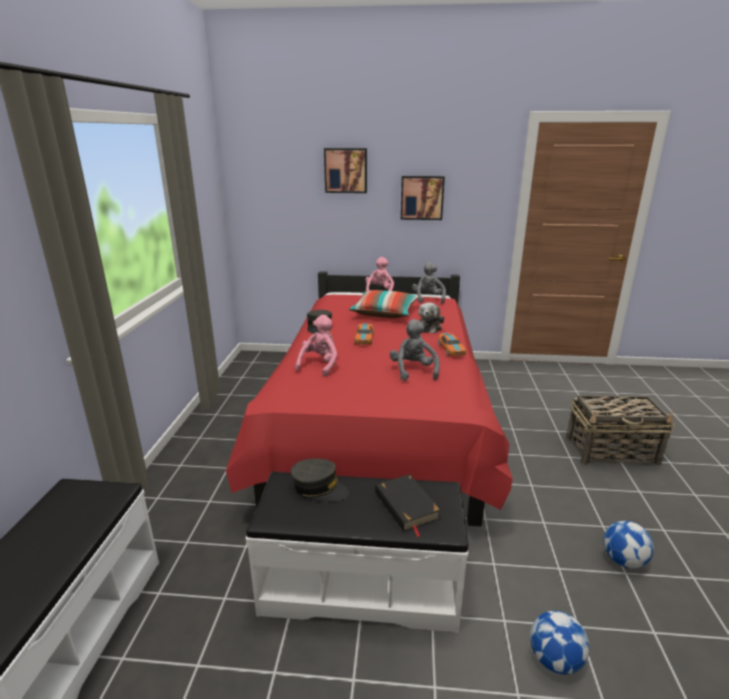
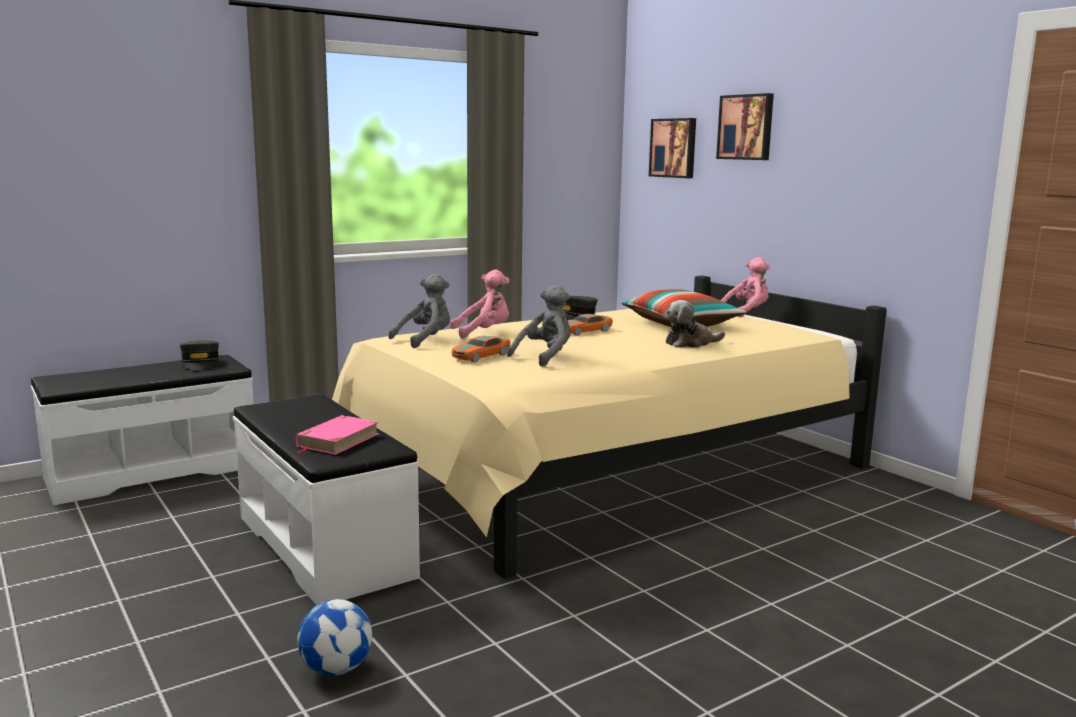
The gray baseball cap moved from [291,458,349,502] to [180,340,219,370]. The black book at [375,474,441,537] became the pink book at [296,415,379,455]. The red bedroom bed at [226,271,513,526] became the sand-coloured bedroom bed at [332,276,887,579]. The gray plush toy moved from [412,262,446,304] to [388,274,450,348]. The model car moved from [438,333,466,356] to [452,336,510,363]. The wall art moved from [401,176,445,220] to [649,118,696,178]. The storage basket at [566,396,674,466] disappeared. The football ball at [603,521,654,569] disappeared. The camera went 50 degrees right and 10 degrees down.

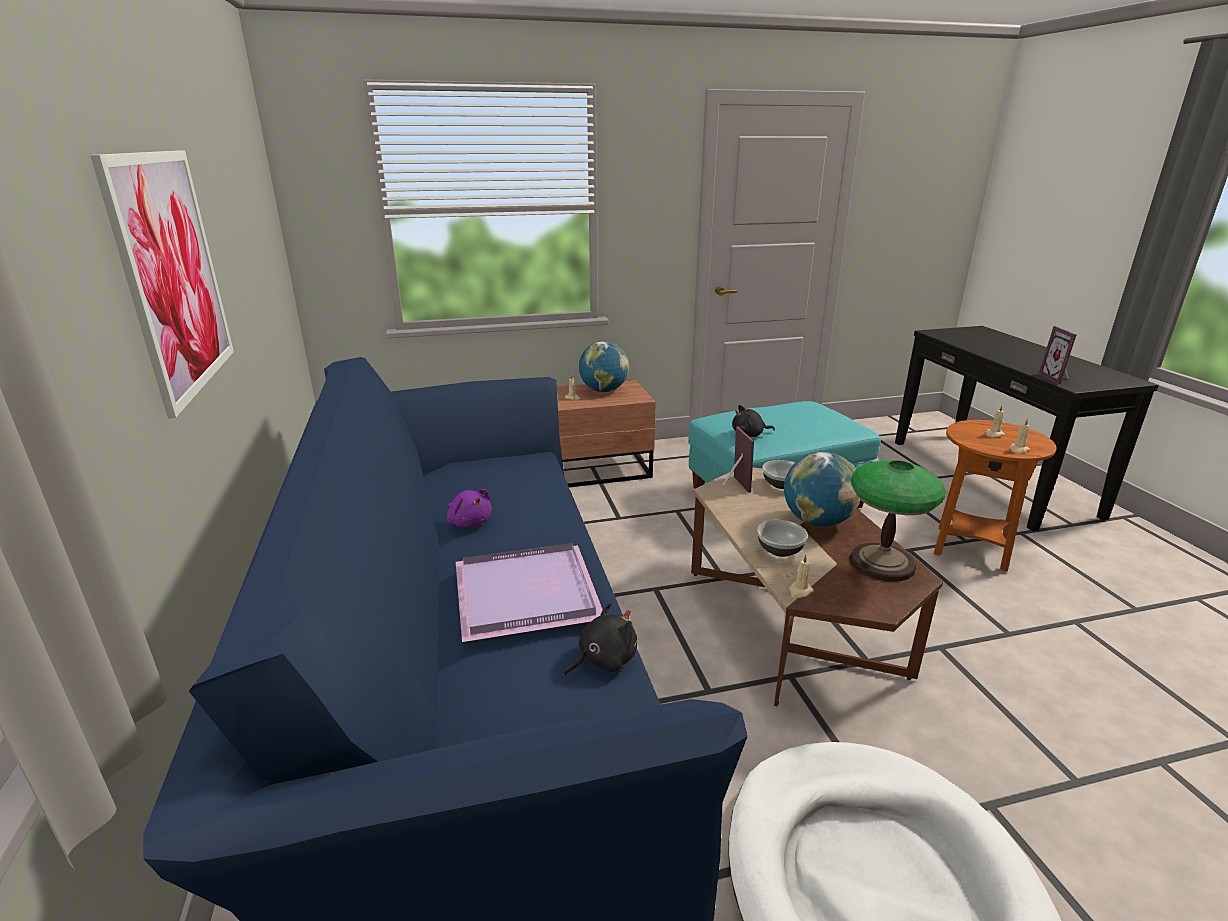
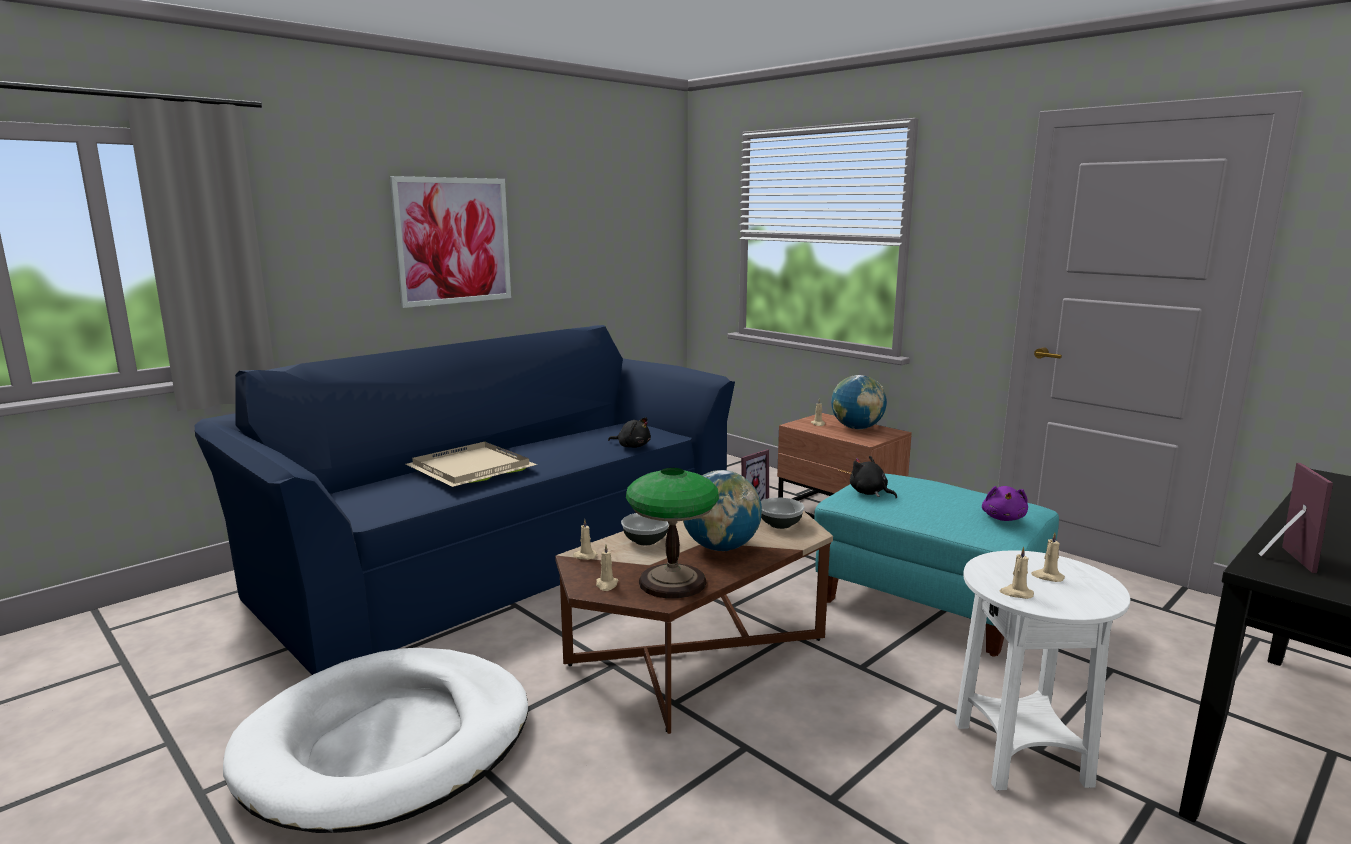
The purplish serving tray at [456,543,603,642] became the sand-coloured serving tray at [406,442,537,487]. The sand-coloured candle at [596,545,618,591] appeared. The black plush toy moved from [563,602,637,677] to [608,417,651,448]. The brown accent table at [934,420,1057,572] became the whitish accent table at [955,551,1130,790]. The purplish plush toy moved from [447,489,492,528] to [982,486,1028,521]. The standing frame at [1039,326,1077,384] turned 135 degrees clockwise. The camera went 60 degrees right and 10 degrees down.

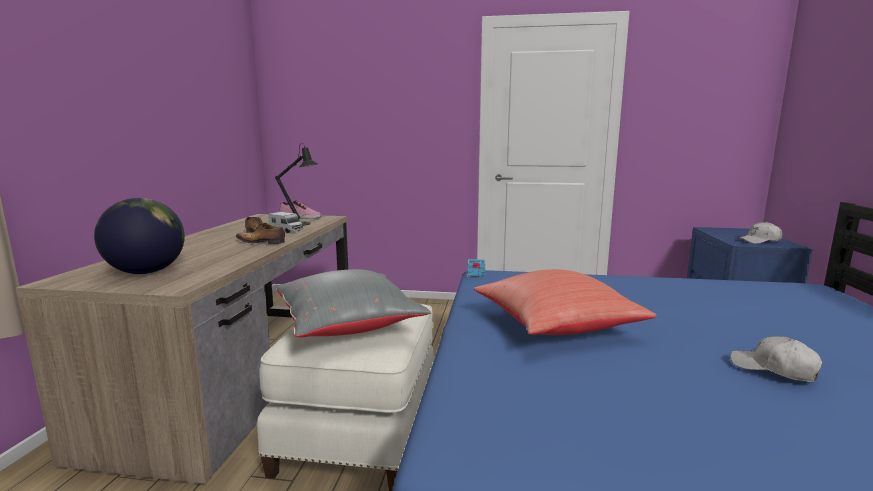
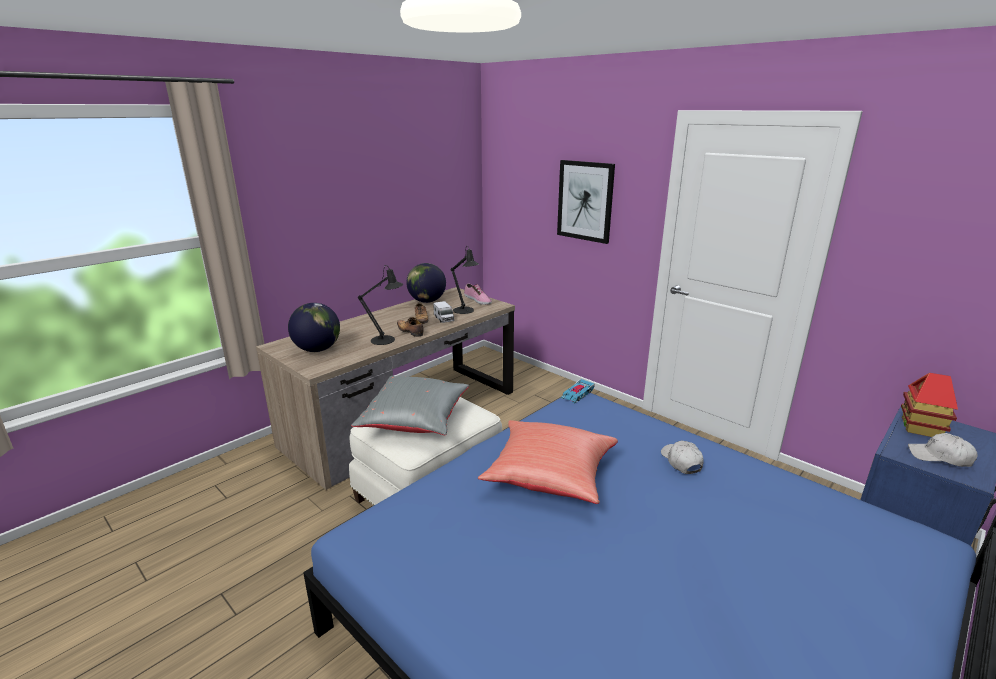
The black tabletop lamp at [358,265,403,345] appeared. The world globe at [406,263,446,303] appeared. The wall art at [557,160,615,244] appeared. The whitish baseball cap moved from [731,336,822,382] to [661,441,703,474]. The model house at [901,373,958,437] appeared. The camera went 35 degrees right and 10 degrees up.

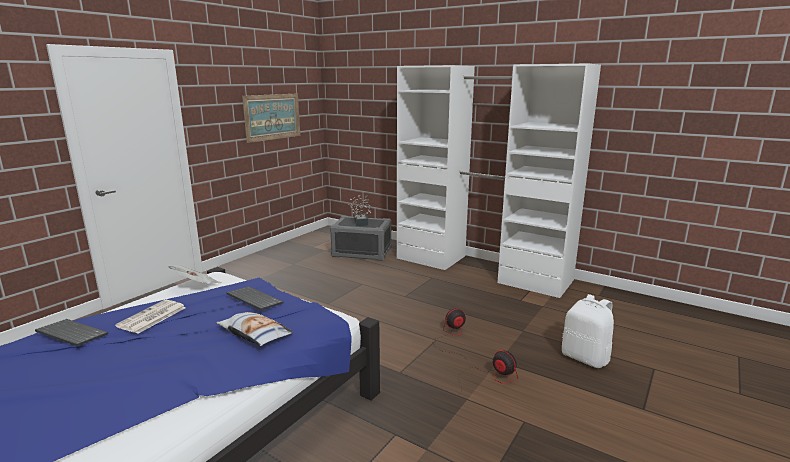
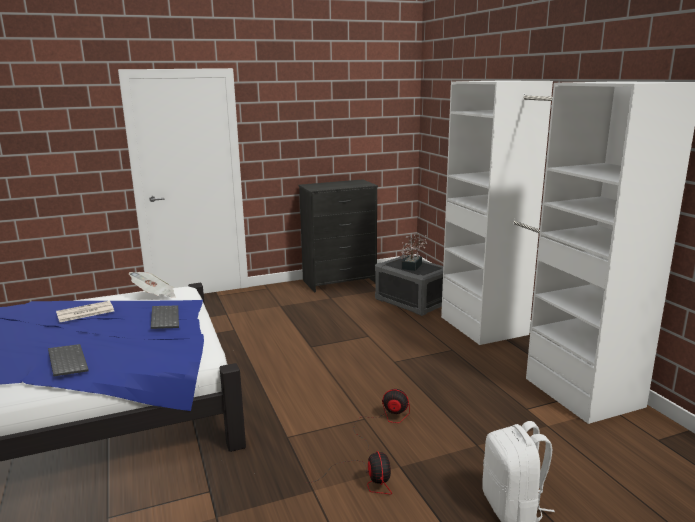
The keyboard moved from [35,319,108,346] to [48,344,89,376]. The black drawer chest at [298,179,378,292] appeared. The throw pillow at [216,312,294,346] disappeared. The wall art at [242,94,300,143] disappeared. The camera went 35 degrees right and 0 degrees up.

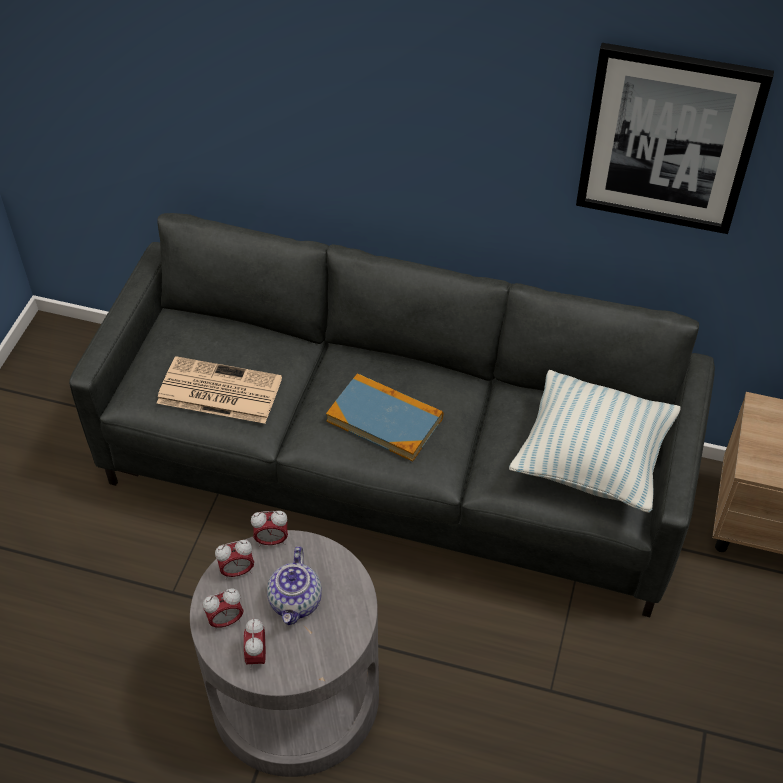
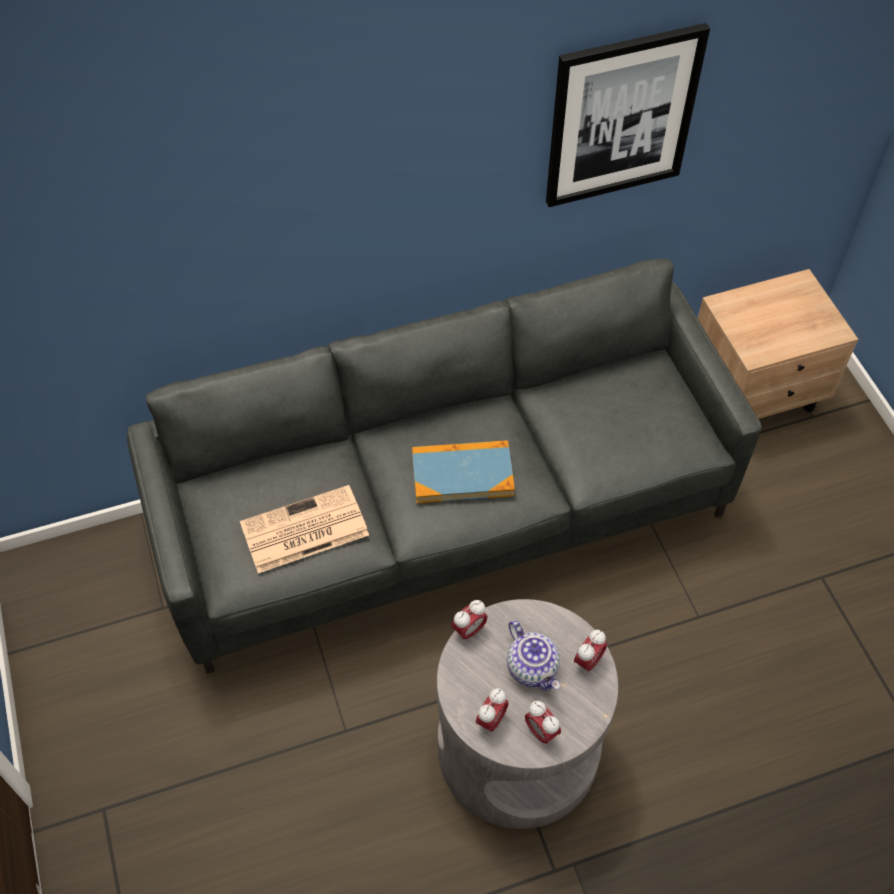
The alarm clock moved from [215,540,254,580] to [574,630,607,674]. The throw pillow at [509,370,681,513] disappeared. The camera went 35 degrees left and 5 degrees up.

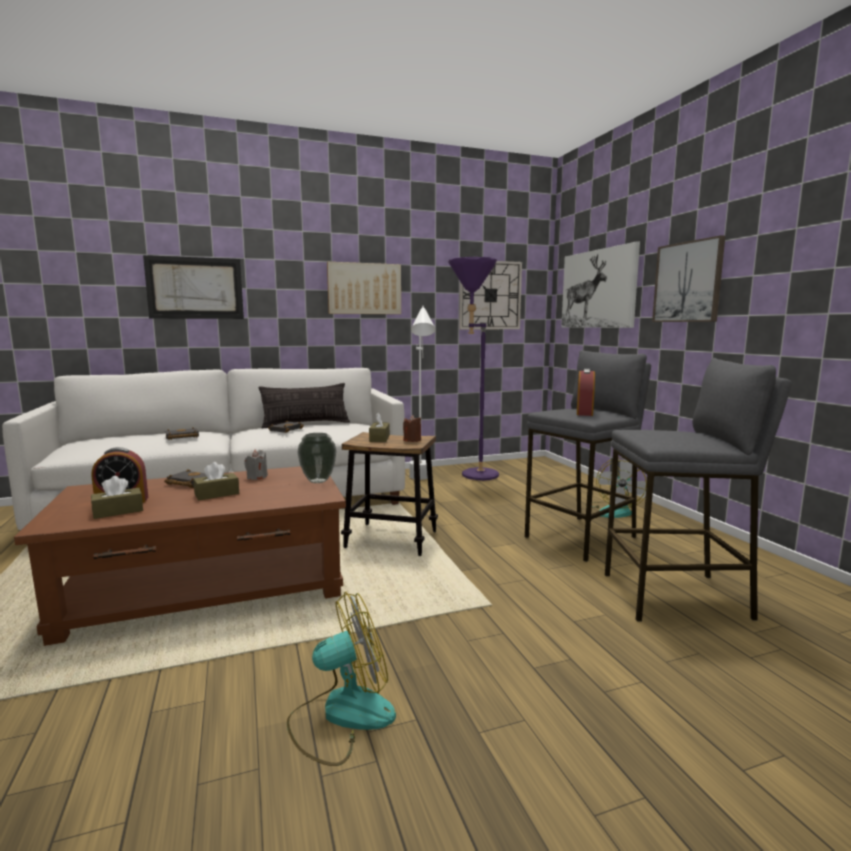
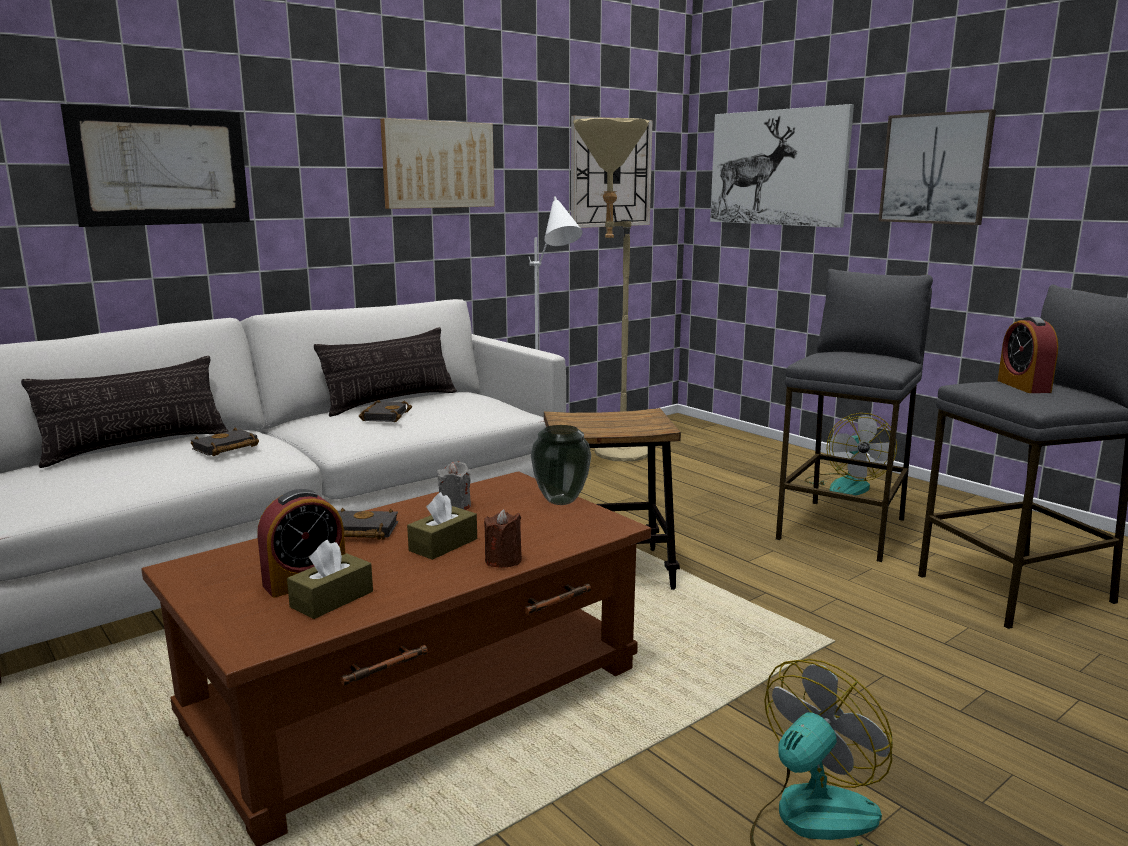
The throw pillow at [21,356,229,468] appeared. The brown candle moved from [403,415,421,442] to [484,509,522,568]. The purplish floor lamp at [448,257,499,481] became the sand-coloured floor lamp at [573,118,649,461]. The alarm clock moved from [577,369,595,416] to [998,317,1058,393]. The brown box of tissues at [369,413,390,442] disappeared. The camera went 20 degrees left and 5 degrees up.

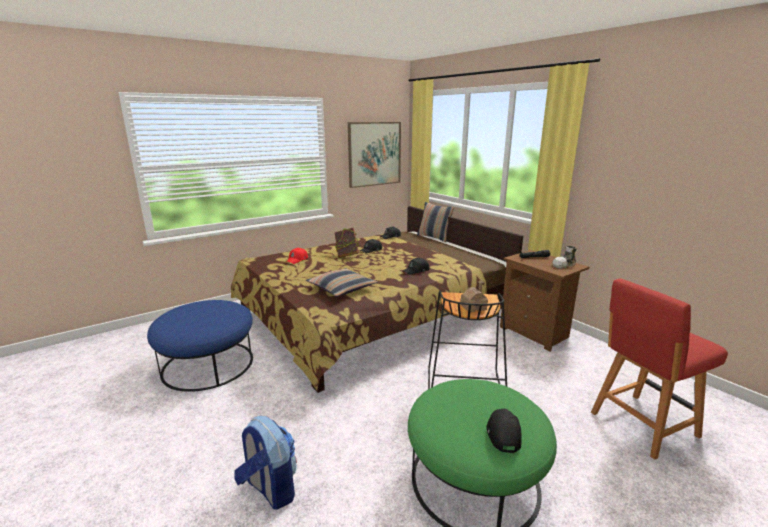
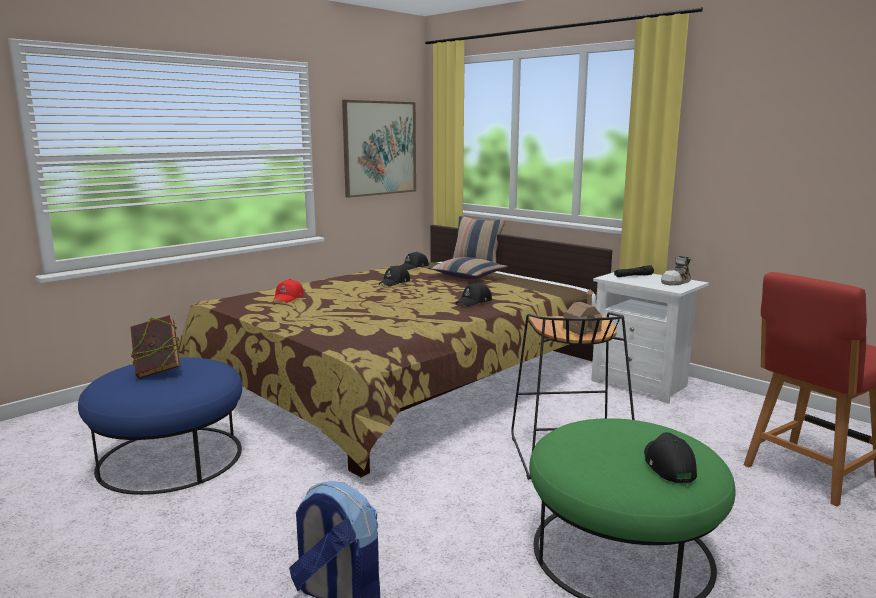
The book moved from [334,228,359,258] to [130,315,180,378]. The throw pillow moved from [306,268,377,297] to [428,257,507,279]. The brown nightstand at [500,250,589,352] became the whitish nightstand at [591,272,709,404]. The camera went 10 degrees left and 5 degrees down.

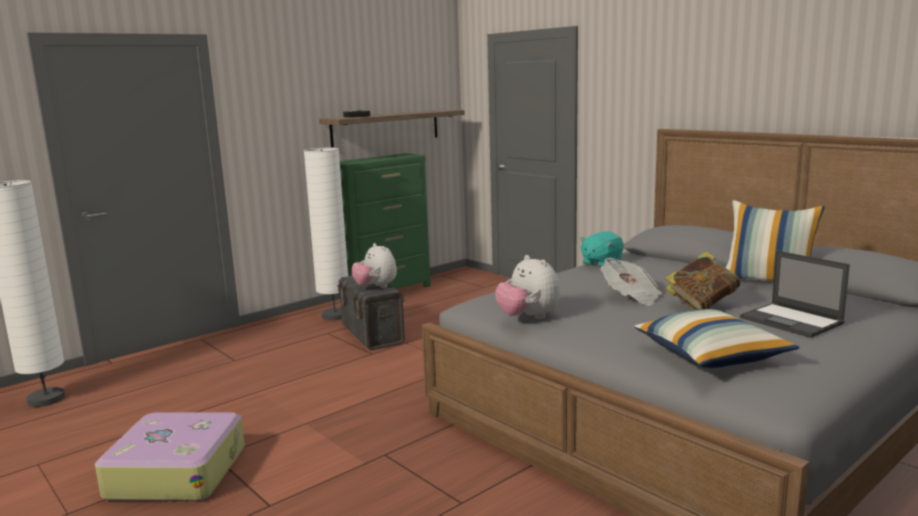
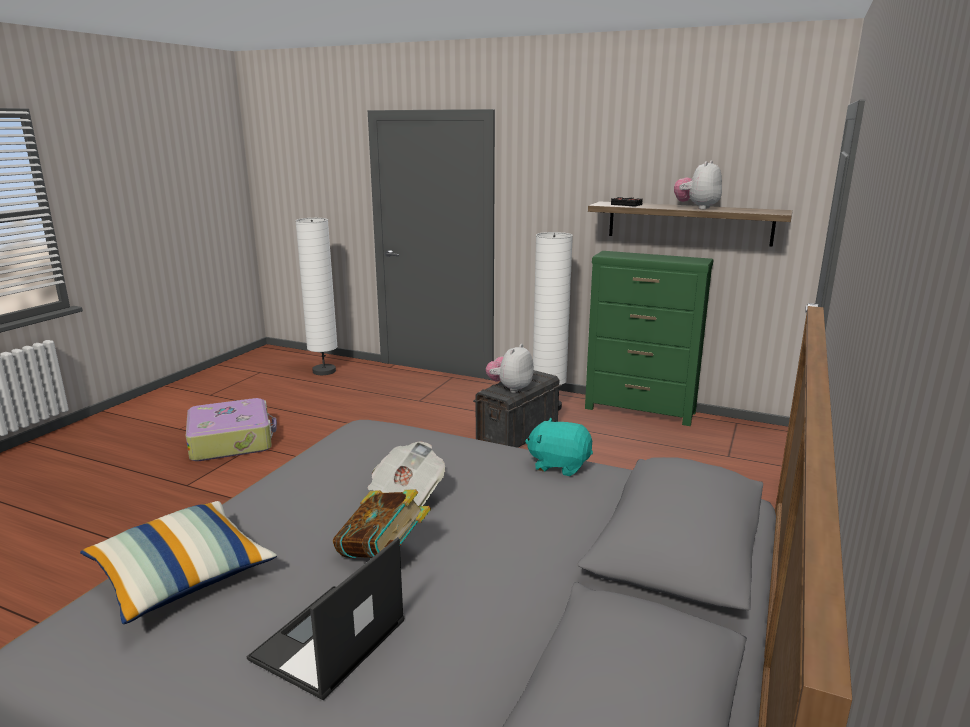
The plush toy moved from [495,255,560,319] to [674,160,722,209]. The throw pillow at [726,200,825,282] disappeared. The camera went 65 degrees right and 5 degrees up.

